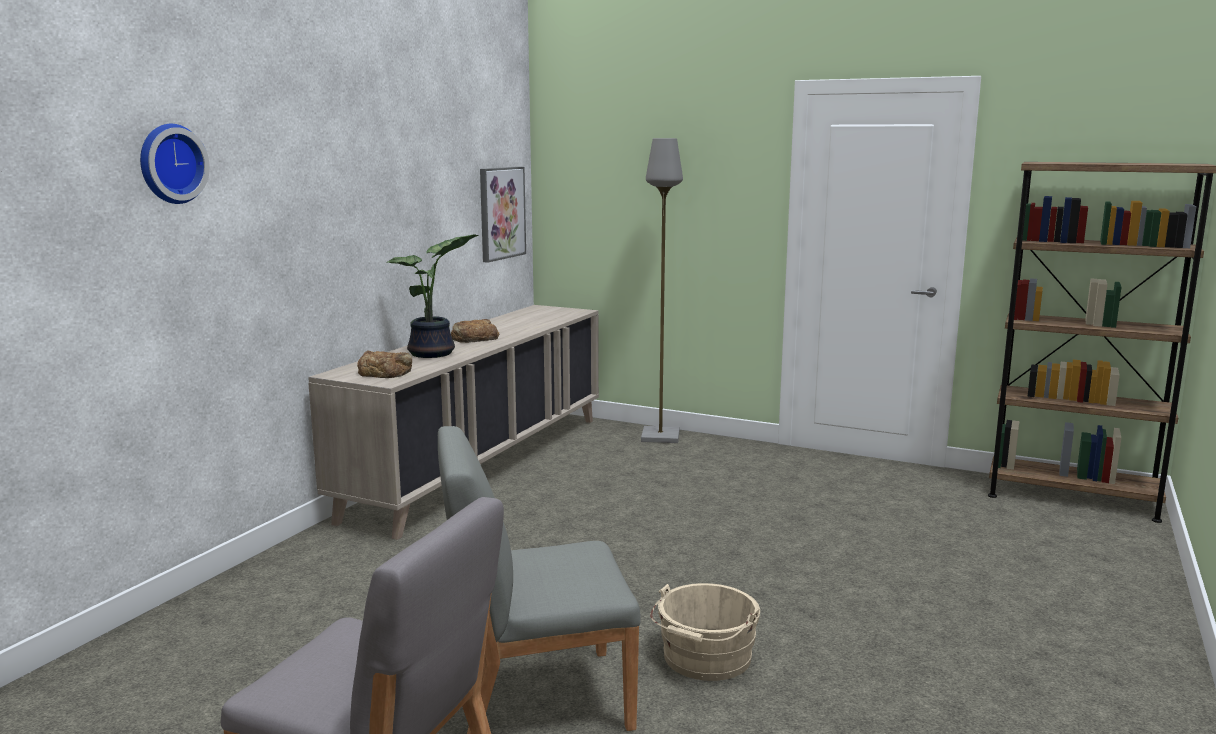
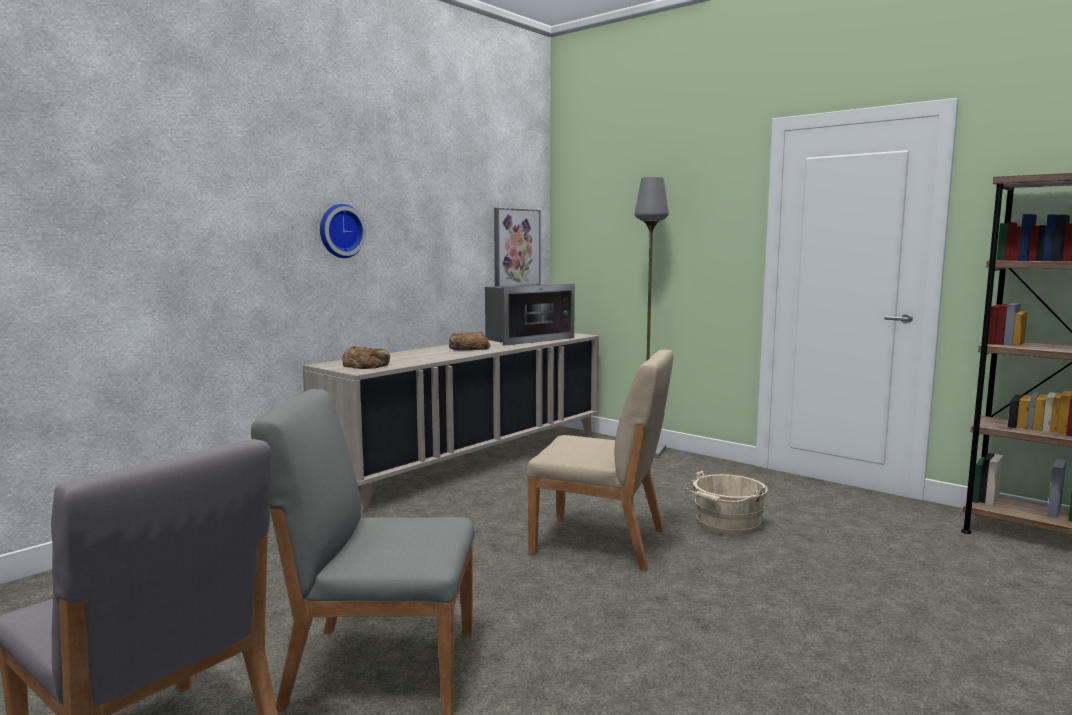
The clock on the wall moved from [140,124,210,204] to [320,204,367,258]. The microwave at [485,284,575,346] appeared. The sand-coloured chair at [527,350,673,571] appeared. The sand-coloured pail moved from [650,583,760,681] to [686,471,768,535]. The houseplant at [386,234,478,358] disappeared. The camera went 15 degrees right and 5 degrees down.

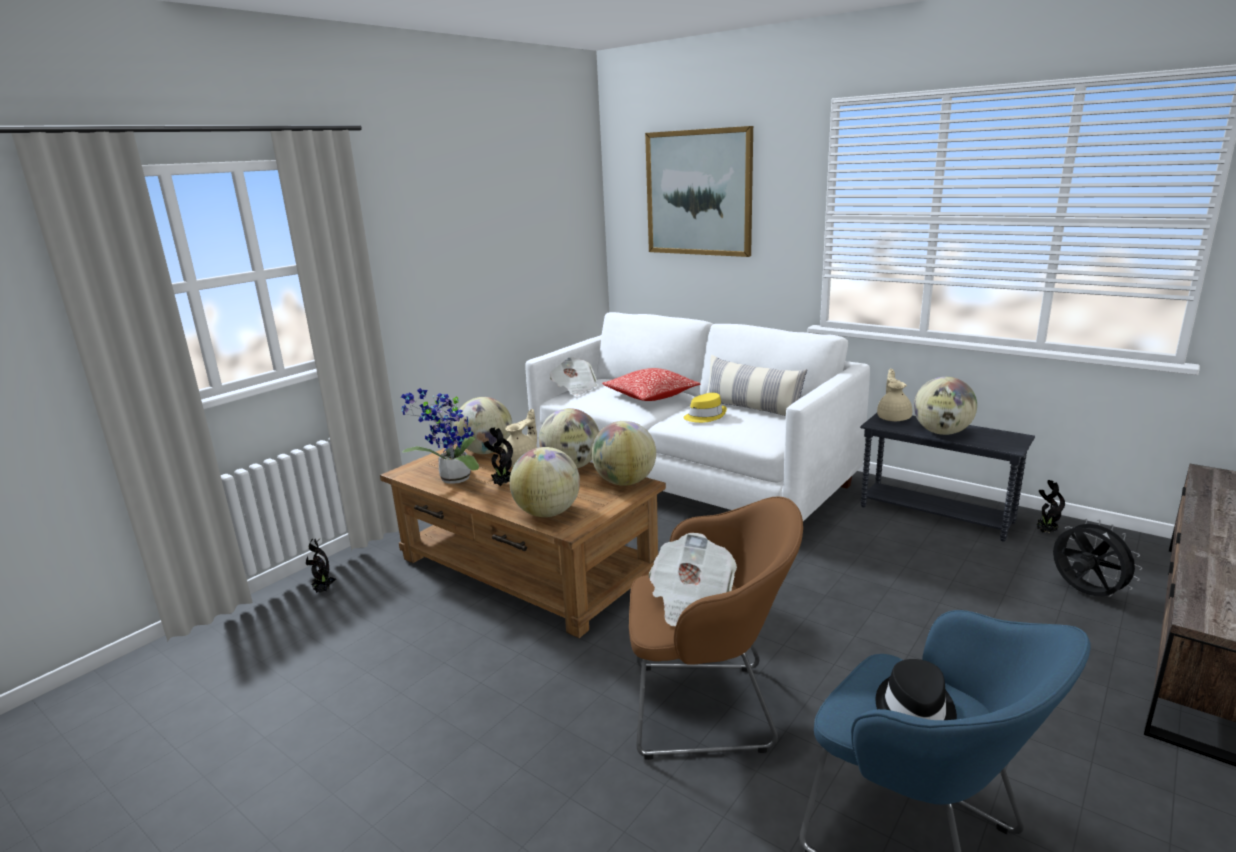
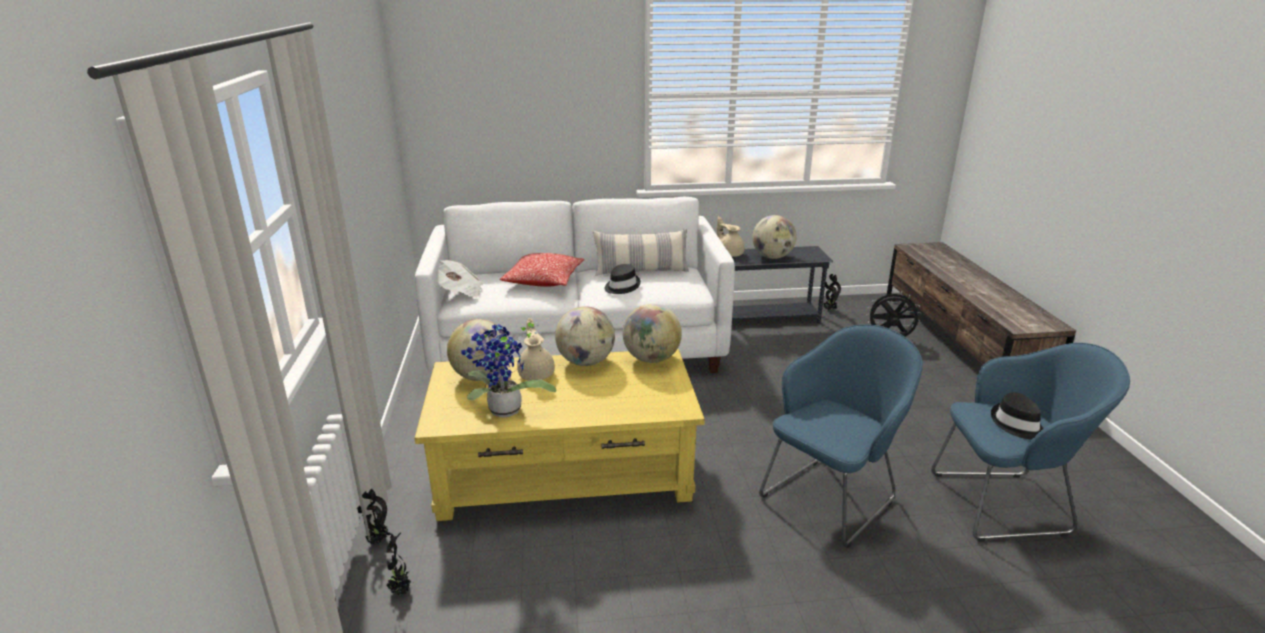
The houseplant moved from [484,428,513,486] to [357,488,391,545]. The brown lounge table at [380,443,666,638] became the yellow-coloured lounge table at [414,349,705,521]. The yellow-coloured hat at [683,393,727,423] became the black hat at [604,264,641,294]. The brown easy chair at [629,496,803,760] became the blue-coloured easy chair at [759,324,923,548]. The world globe at [509,447,580,517] disappeared. The wall art at [645,126,753,257] disappeared. The printed paper at [649,533,737,626] disappeared. The camera went 45 degrees left and 5 degrees up.

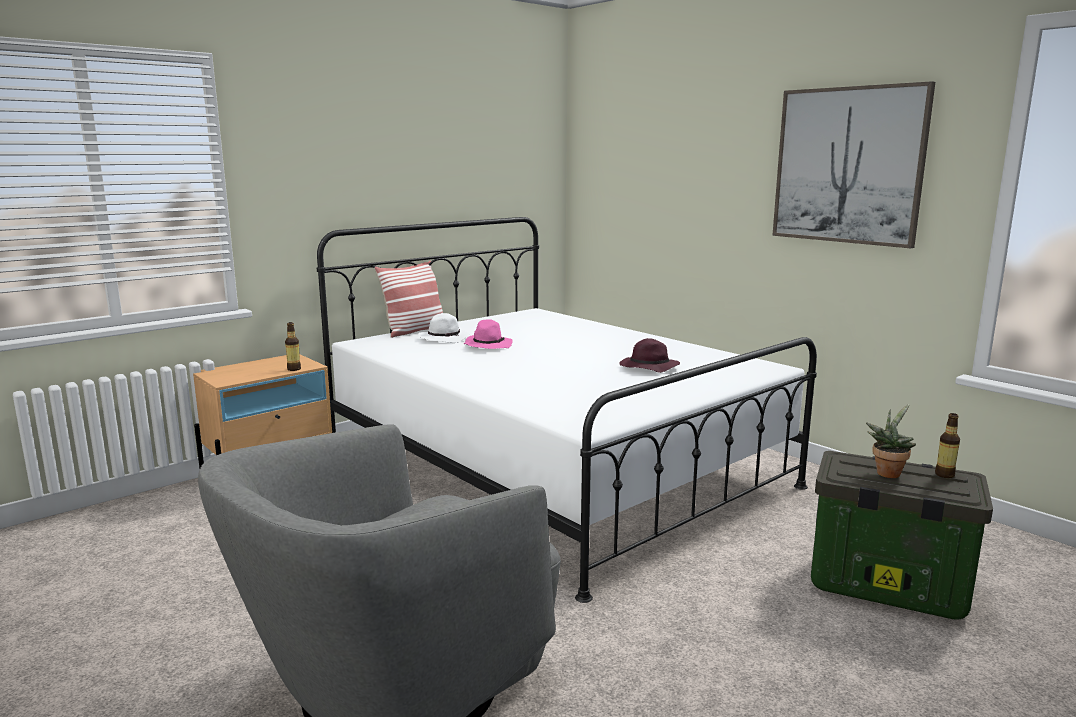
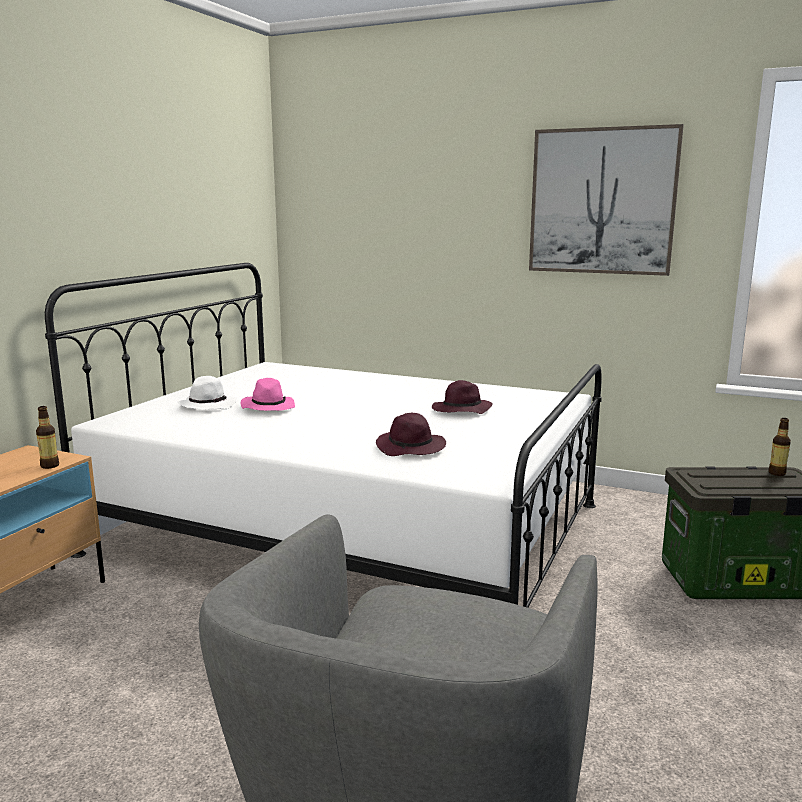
The purplish hat at [376,413,446,456] appeared. The throw pillow at [374,261,443,338] disappeared. The houseplant at [866,404,916,478] disappeared. The camera went 25 degrees left and 0 degrees up.

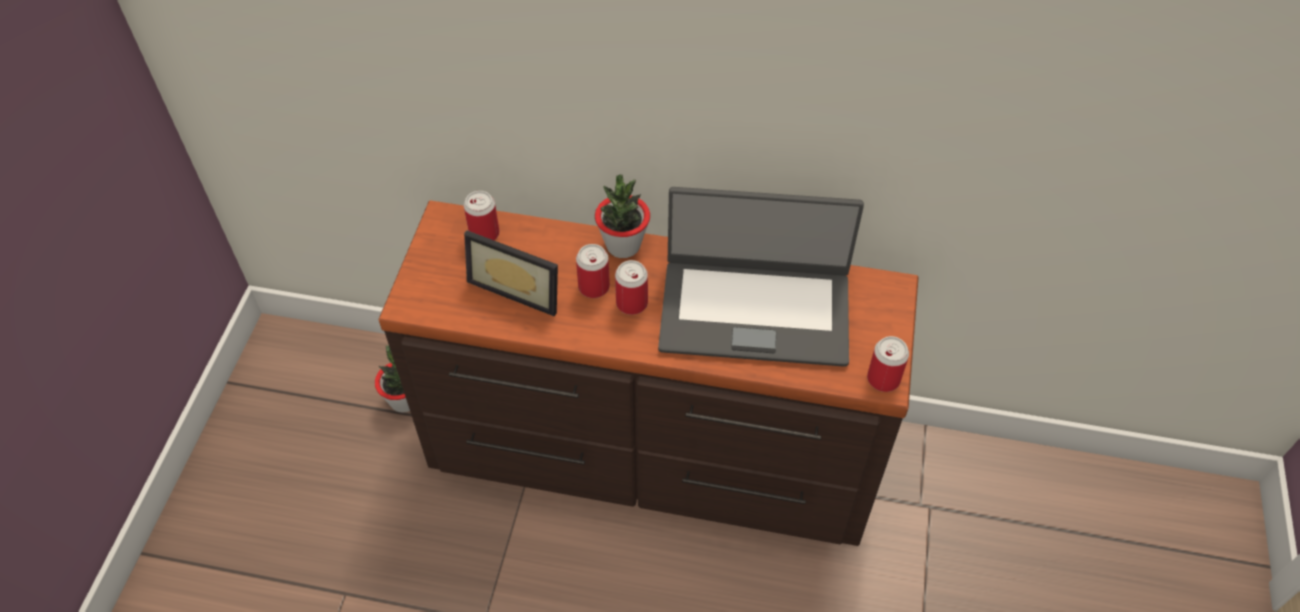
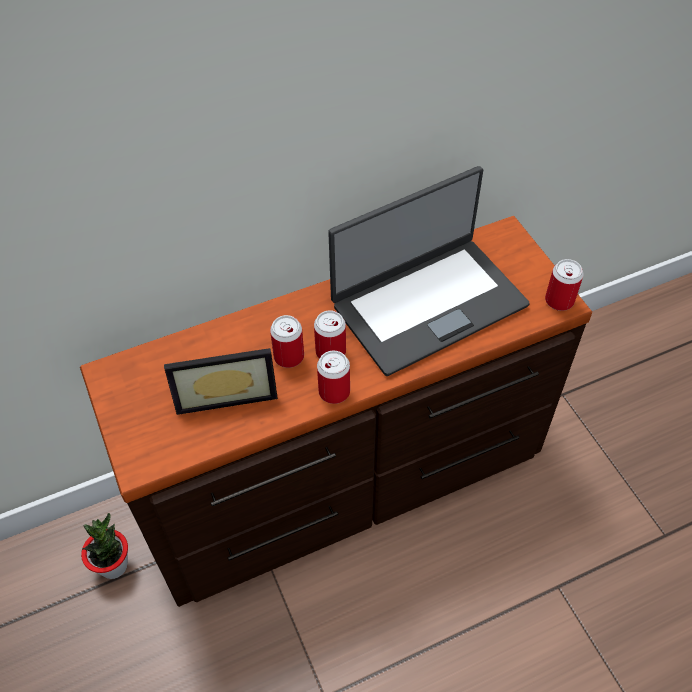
The metal can moved from [464,191,499,240] to [317,351,350,404]. The houseplant at [595,175,650,258] disappeared. The camera went 35 degrees left and 0 degrees up.

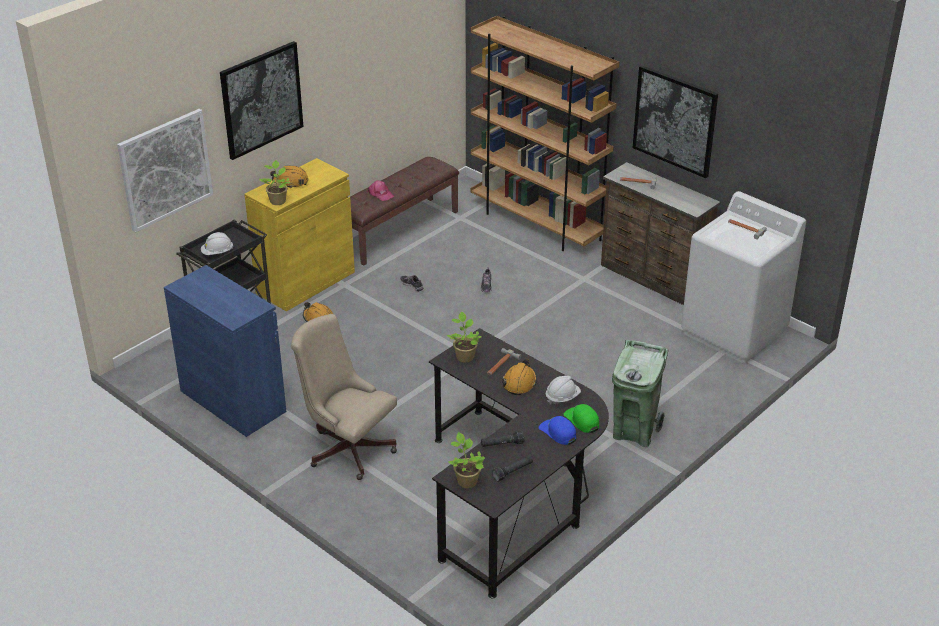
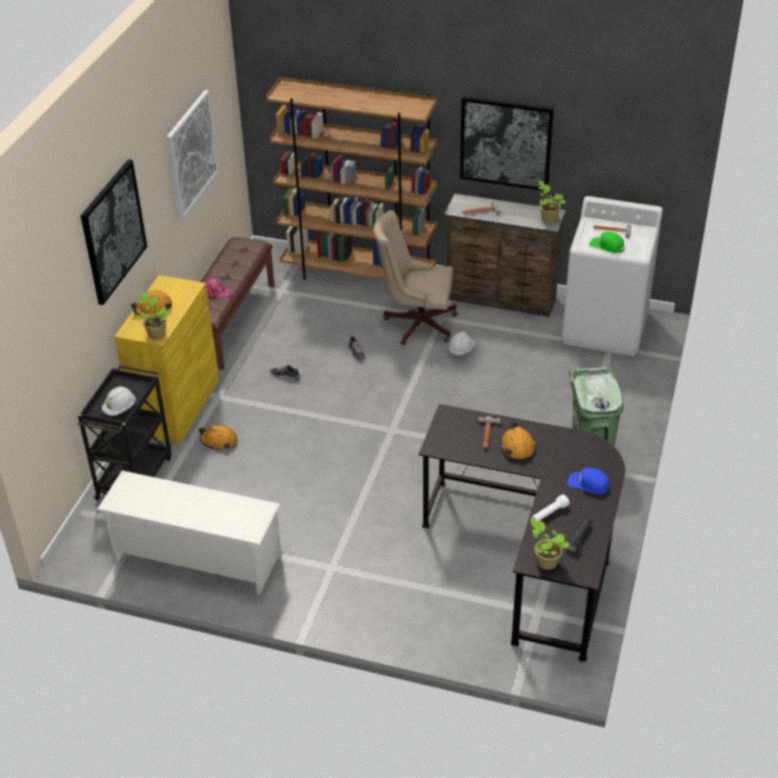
The blue-coloured storage cabinet at [164,265,286,437] was replaced by the whitish shoe stand at [97,471,282,595]. The wall art moved from [117,109,213,233] to [166,90,219,220]. The sand-coloured computer chair moved from [291,314,397,480] to [373,210,458,345]. The whitish safety helmet moved from [546,376,581,405] to [449,331,474,358]. The black hand torch at [481,431,524,447] became the whitish hand torch at [532,494,570,522]. The houseplant moved from [447,312,481,362] to [538,180,566,223]. The greenish baseball cap moved from [564,404,599,433] to [589,232,625,253]. The camera went 25 degrees left and 5 degrees up.

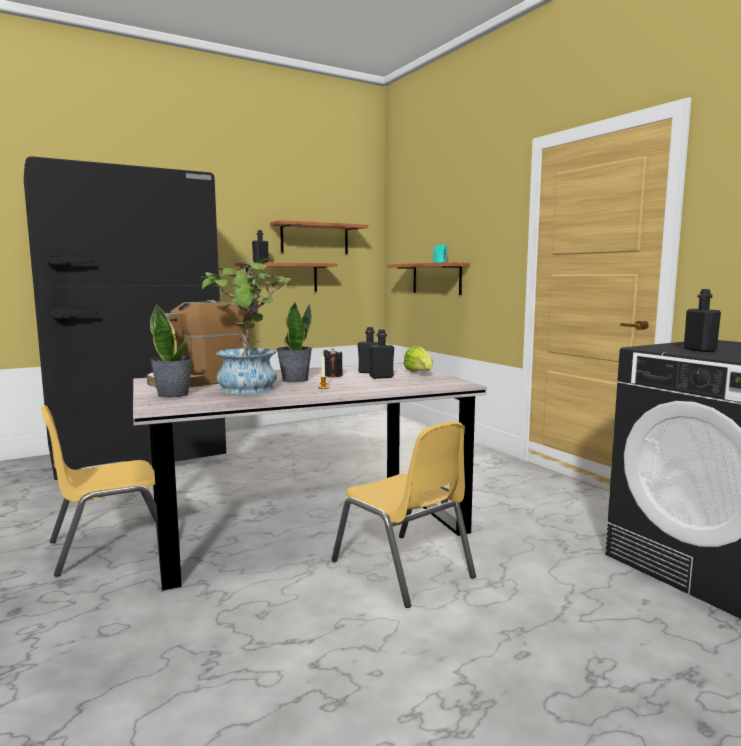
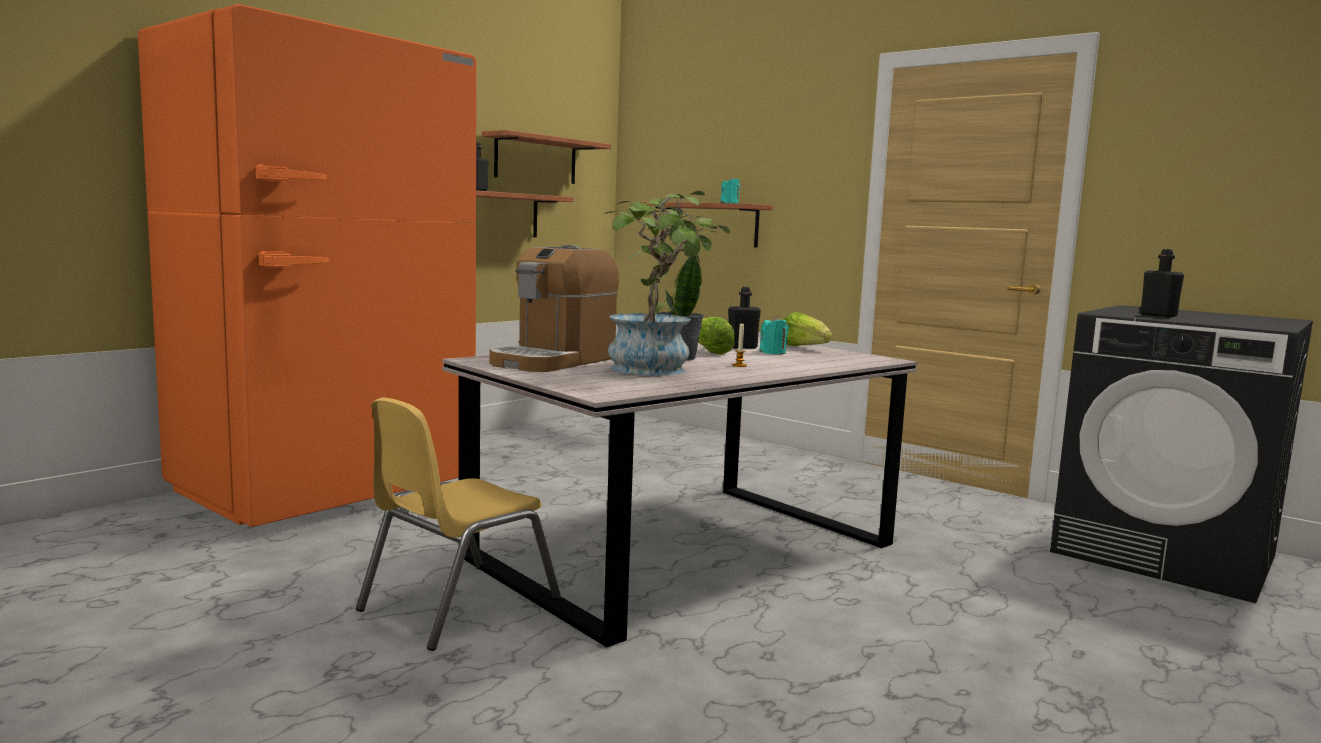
The black refrigerator at [24,156,226,480] became the orange-coloured refrigerator at [138,4,476,527]. The black candle at [323,348,343,377] was replaced by the lettuce head at [698,317,735,354]. The black drink bottle at [369,329,394,379] was replaced by the turquoise candle at [759,316,789,354]. The houseplant at [150,304,193,398] disappeared. The yellow-coloured chair at [331,422,476,608] disappeared. The camera went 20 degrees left and 0 degrees up.

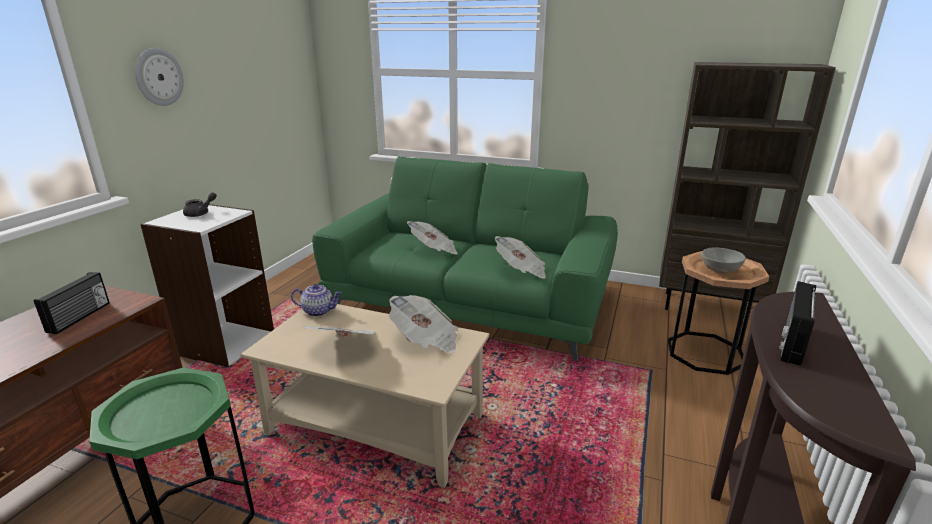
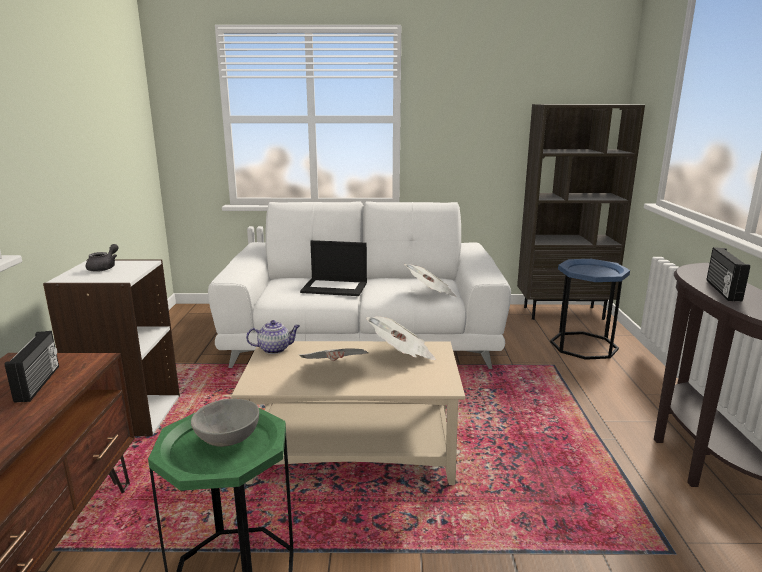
The gray deep dish moved from [701,247,746,273] to [191,399,259,447]. The greenish sofa at [312,156,618,361] became the whitish sofa at [208,201,511,369]. The printed paper at [407,221,457,254] was replaced by the portable computer at [300,240,367,296]. The brown accent table at [668,251,769,375] became the blue-coloured accent table at [550,259,630,360]. The clock on the wall at [135,48,184,106] disappeared. The camera went 20 degrees left and 5 degrees down.

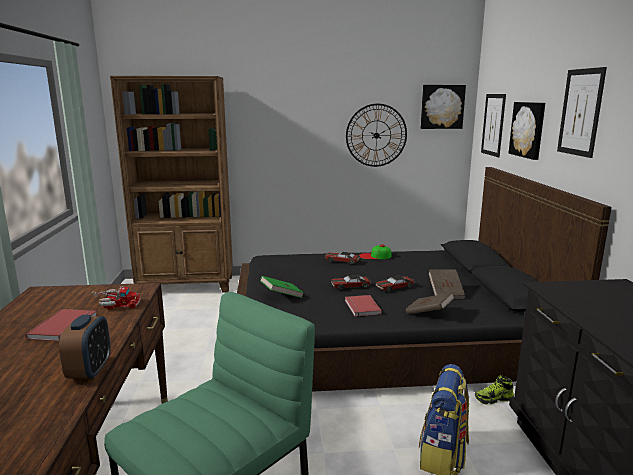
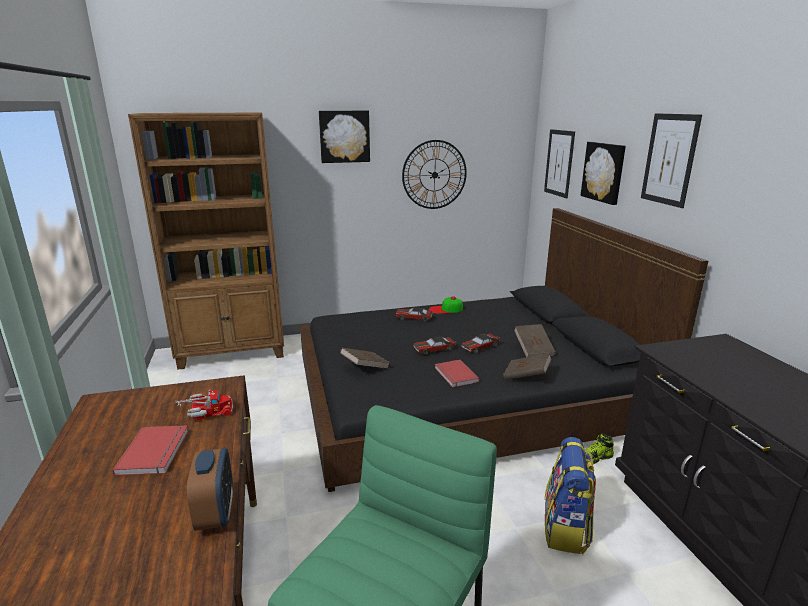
The wall art moved from [421,85,466,129] to [319,111,370,163]. The greenish book at [260,276,304,298] became the brown book at [340,348,390,369]. The camera went 10 degrees left and 5 degrees up.

